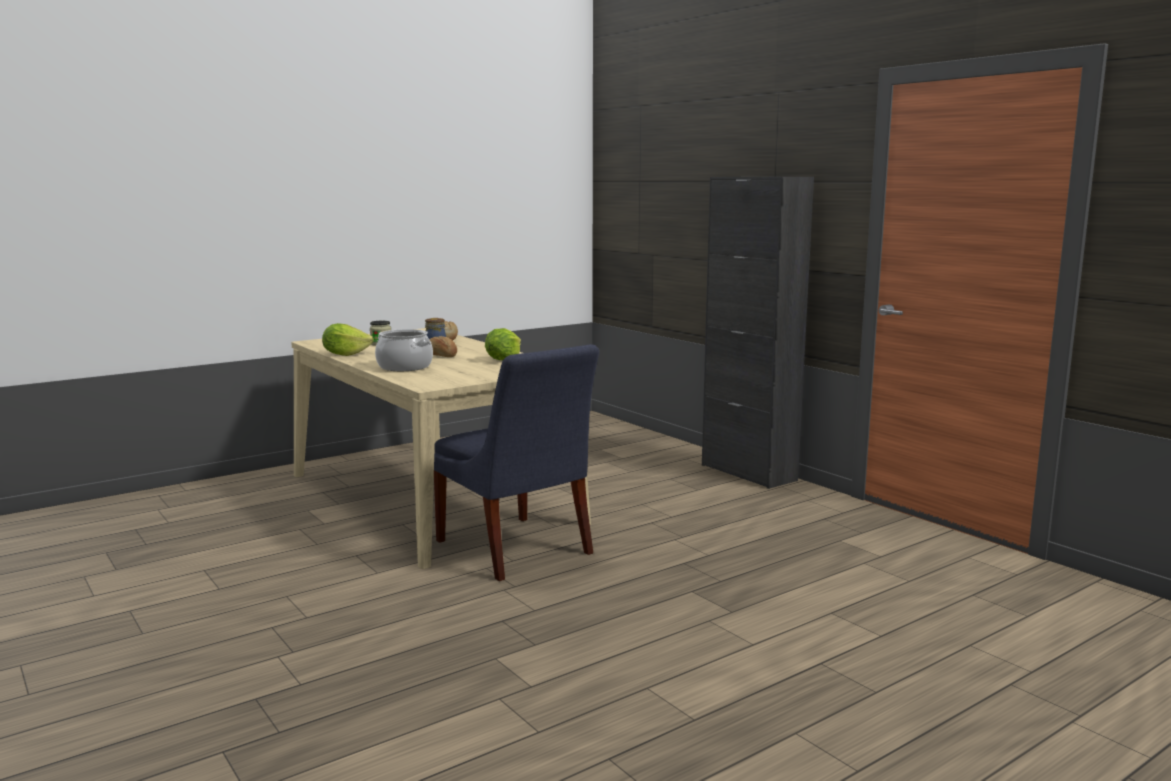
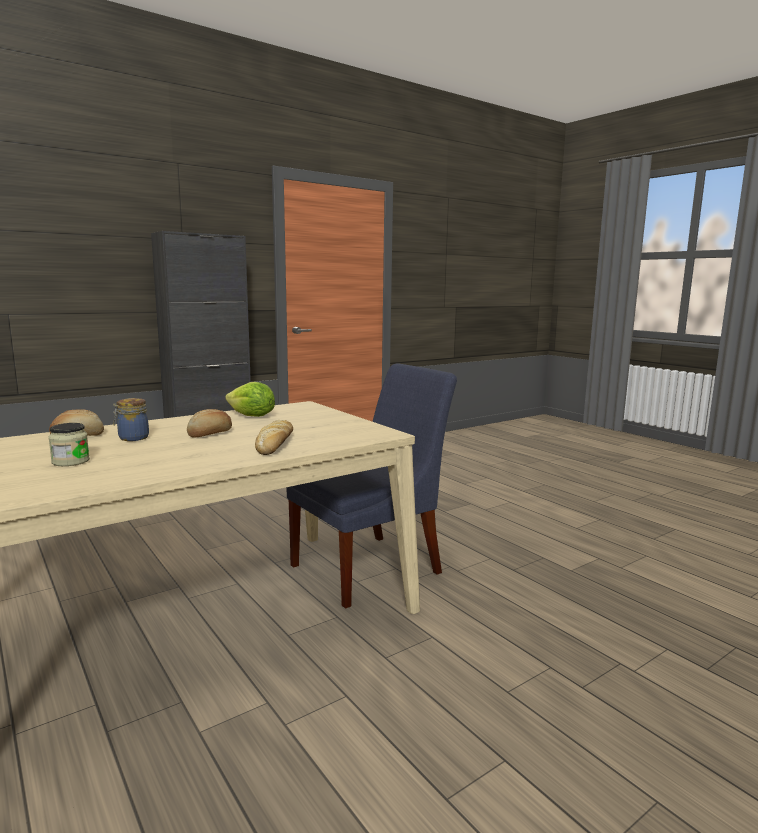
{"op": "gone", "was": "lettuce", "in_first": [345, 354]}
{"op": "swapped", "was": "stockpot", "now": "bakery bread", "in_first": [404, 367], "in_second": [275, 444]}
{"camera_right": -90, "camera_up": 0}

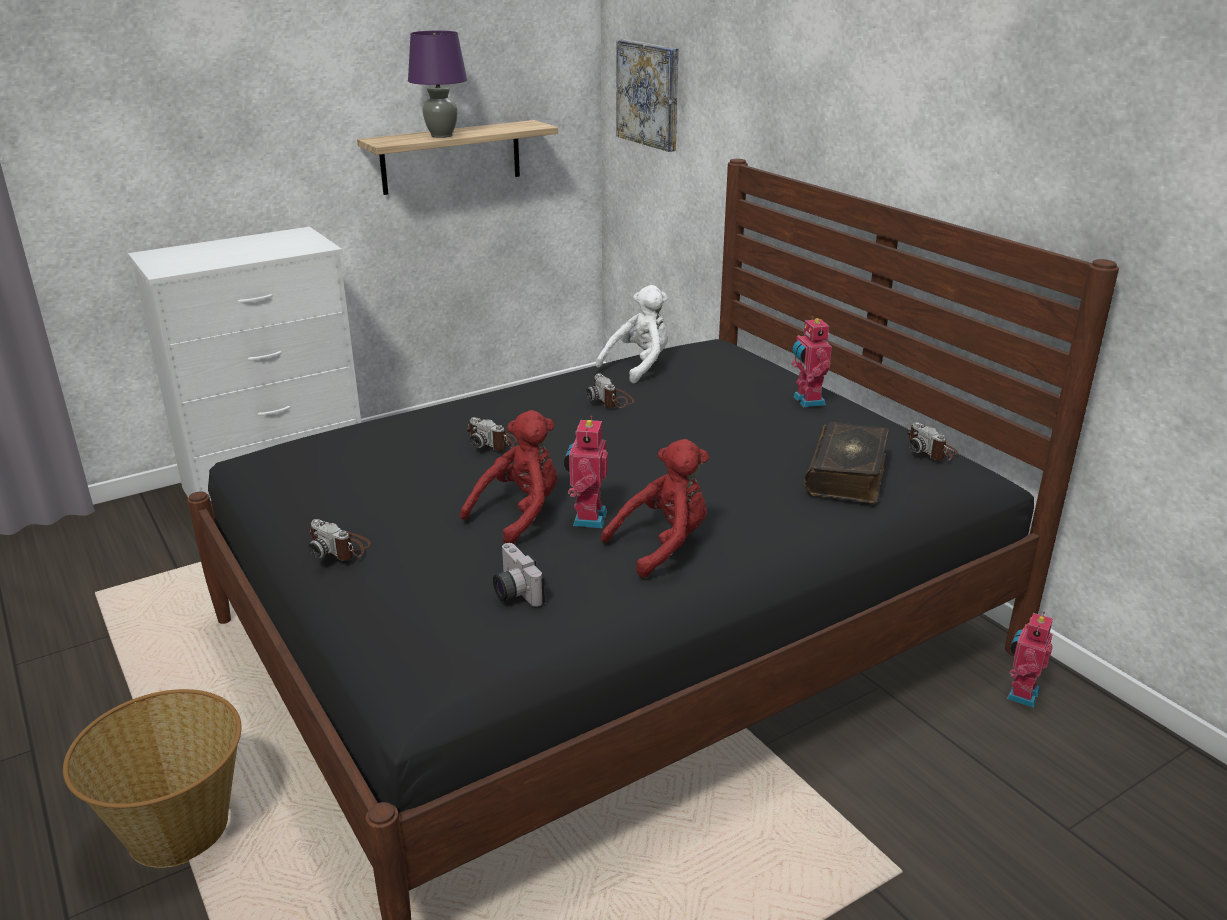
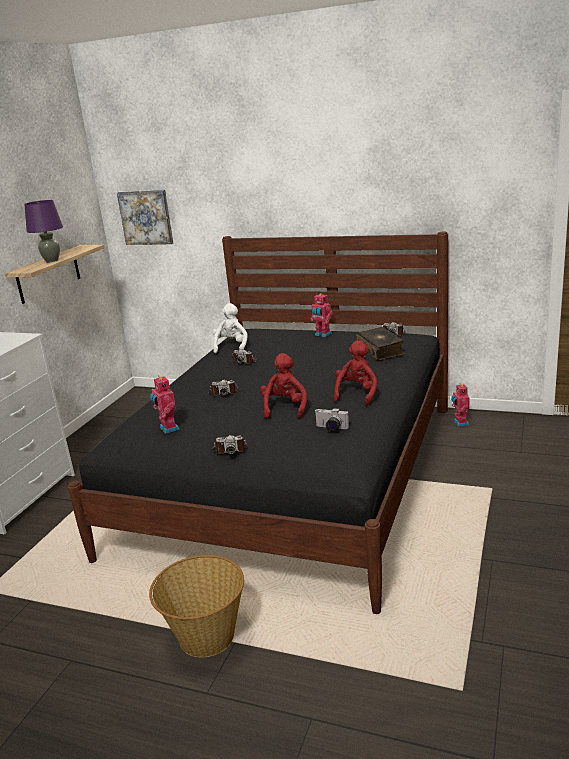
{"op": "shifted", "was": "toy robot", "in_first": [587, 518], "in_second": [168, 428]}
{"camera_right": -35, "camera_up": -5}

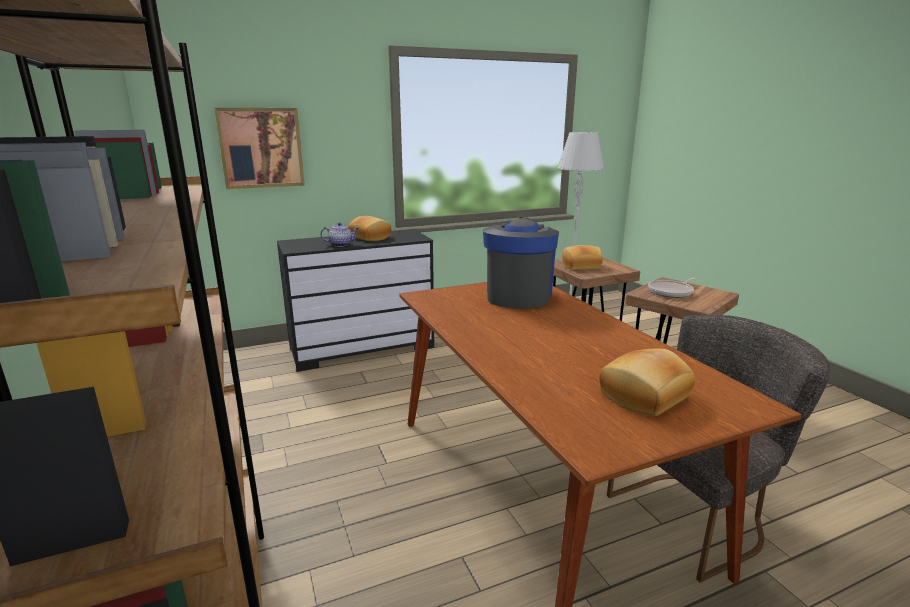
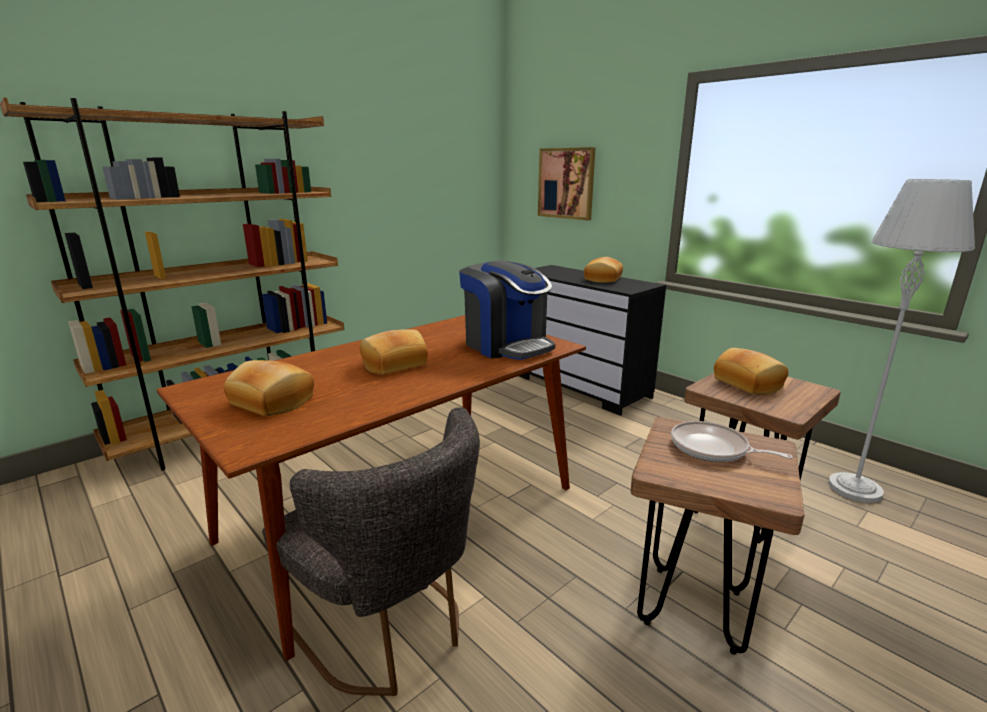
{"op": "gone", "was": "teapot", "in_first": [341, 244]}
{"op": "rotated", "was": "coffee machine", "in_first": [518, 295], "in_second": [507, 345], "clockwise": 60}
{"op": "new", "now": "bakery bread", "in_second": [393, 364]}
{"camera_right": 70, "camera_up": 0}

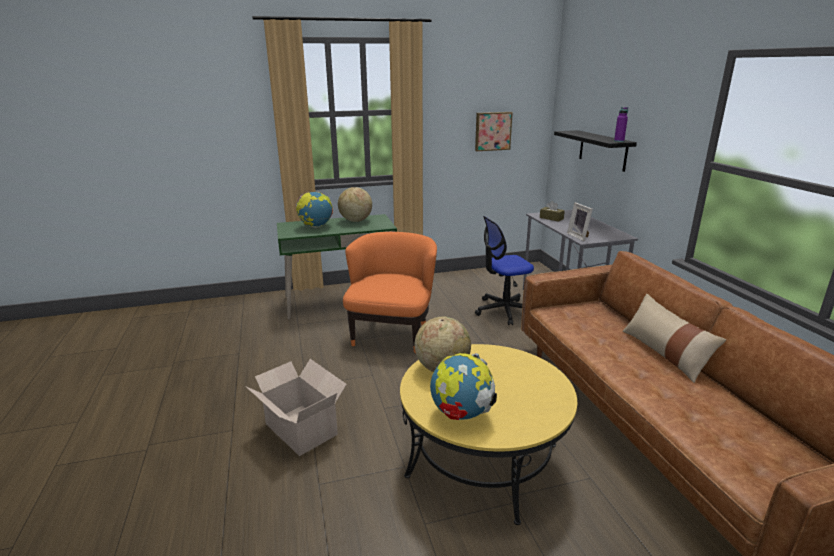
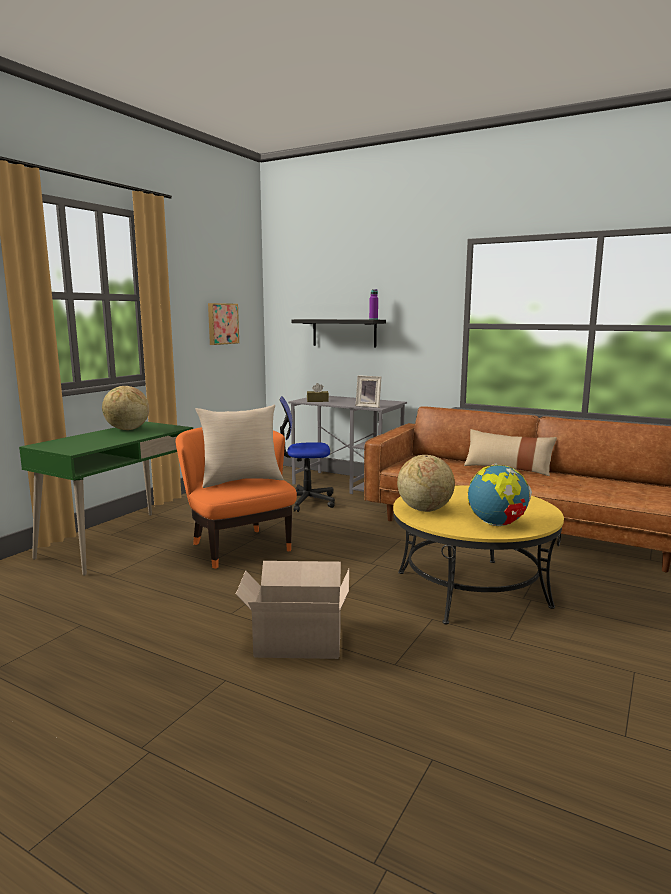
{"op": "gone", "was": "world globe", "in_first": [316, 226]}
{"op": "rotated", "was": "office chair", "in_first": [504, 311], "in_second": [305, 501], "clockwise": 60}
{"op": "new", "now": "sand-coloured throw pillow", "in_second": [241, 481]}
{"camera_right": -45, "camera_up": -10}

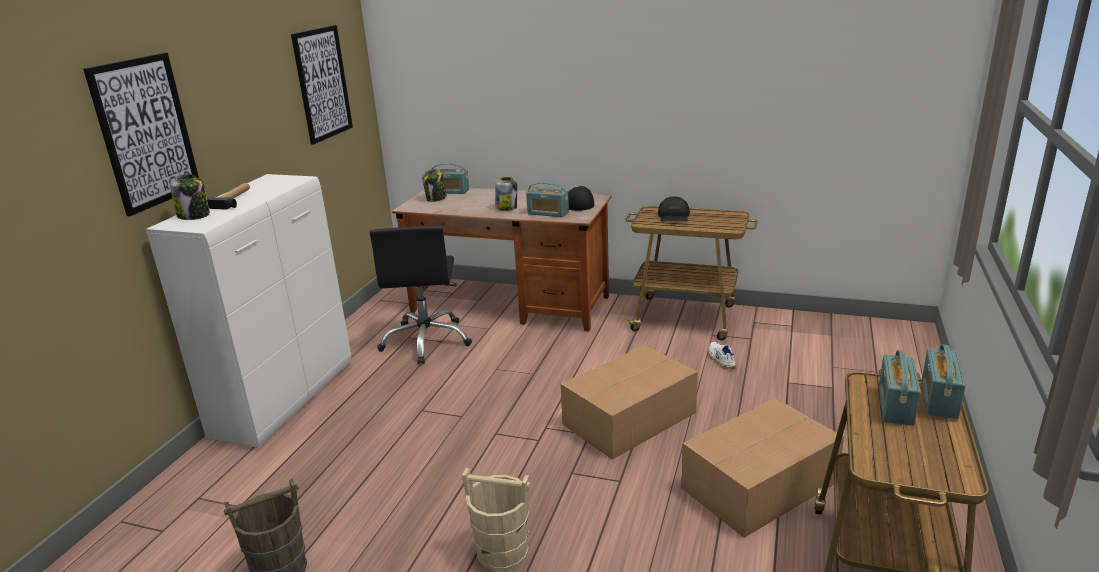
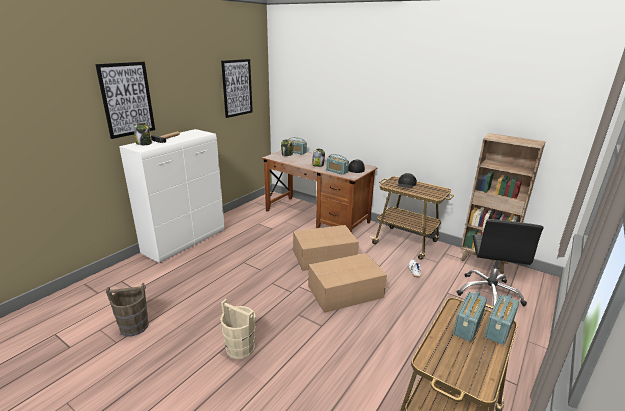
{"op": "shifted", "was": "blackish office chair", "in_first": [426, 341], "in_second": [489, 294]}
{"op": "shifted", "was": "cardboard box", "in_first": [761, 485], "in_second": [325, 257]}
{"op": "new", "now": "brown-coloured bookshelf", "in_second": [484, 262]}
{"camera_right": 15, "camera_up": 0}

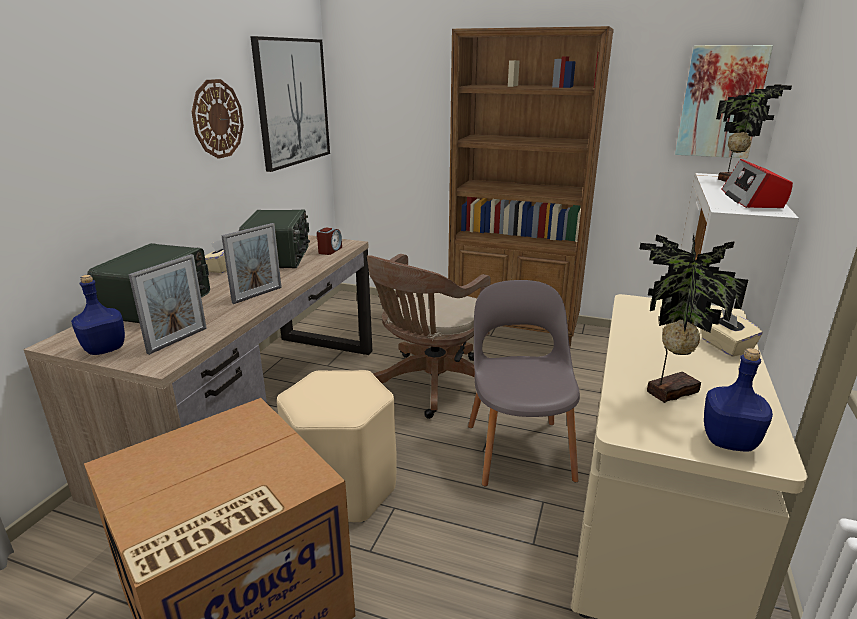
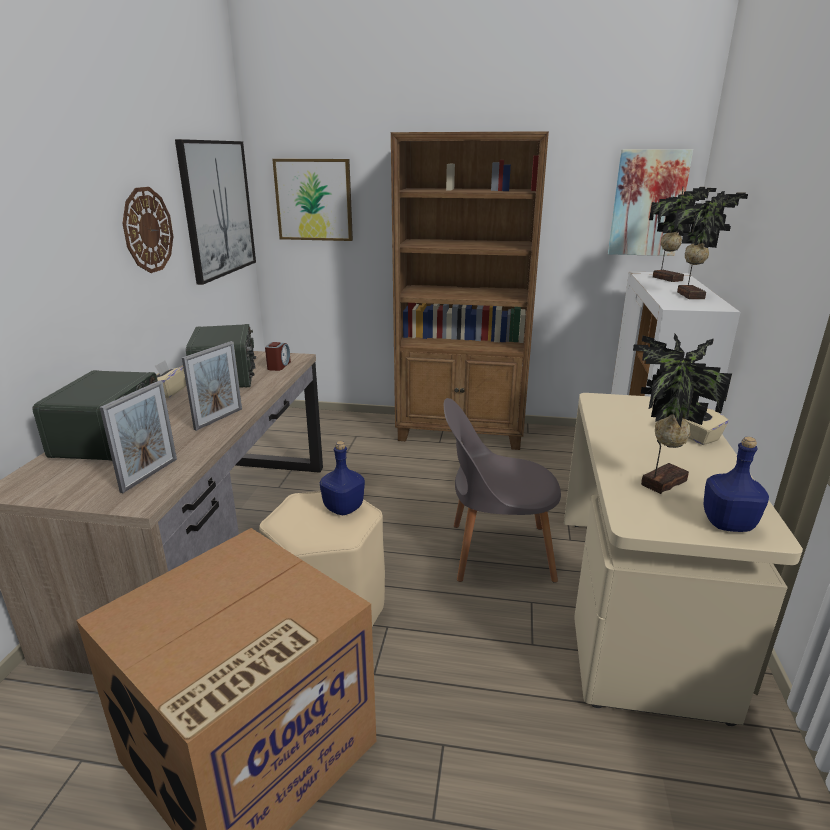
{"op": "shifted", "was": "bluish drink bottle", "in_first": [104, 349], "in_second": [343, 508]}
{"op": "gone", "was": "brown-coloured office chair", "in_first": [430, 385]}
{"op": "rotated", "was": "grey upright chair", "in_first": [519, 448], "in_second": [495, 552], "clockwise": -75}
{"op": "swapped", "was": "radio", "now": "houseplant", "in_first": [752, 199], "in_second": [692, 295]}
{"op": "new", "now": "wall picture", "in_second": [314, 200]}
{"camera_right": -10, "camera_up": 0}

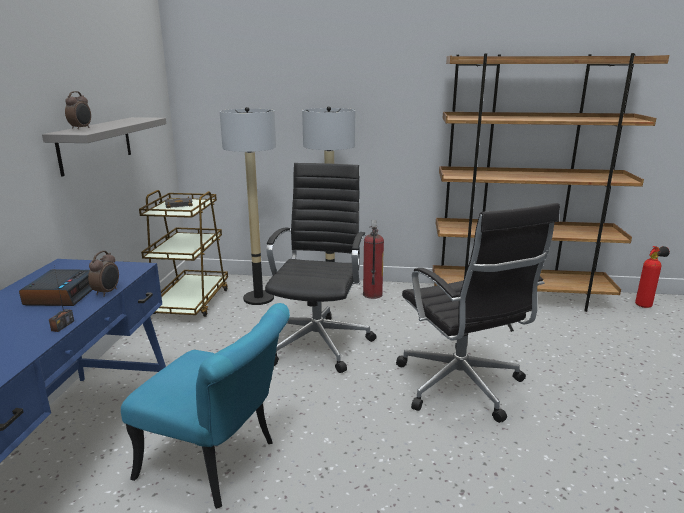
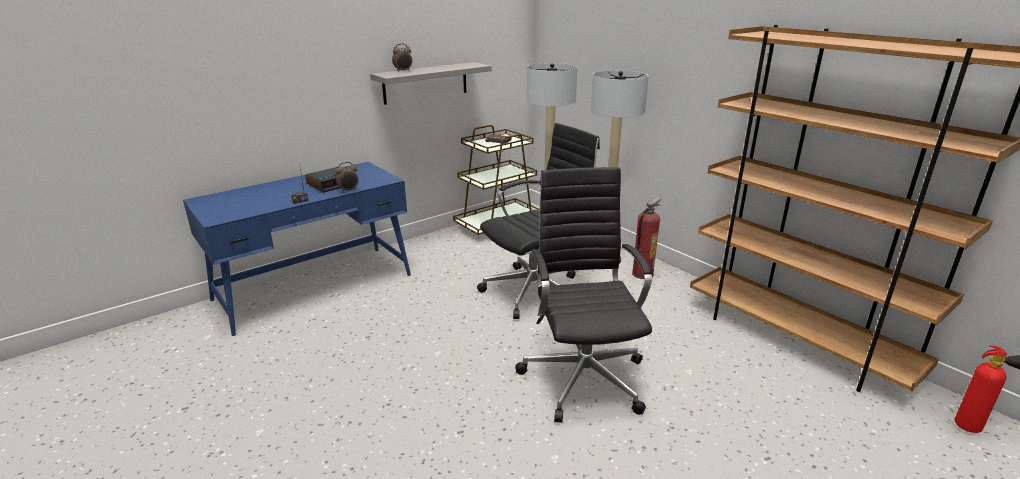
{"op": "gone", "was": "turquoise-coloured upright chair", "in_first": [219, 463]}
{"op": "rotated", "was": "blackish office chair", "in_first": [461, 386], "in_second": [583, 376], "clockwise": 150}
{"camera_right": 45, "camera_up": 5}

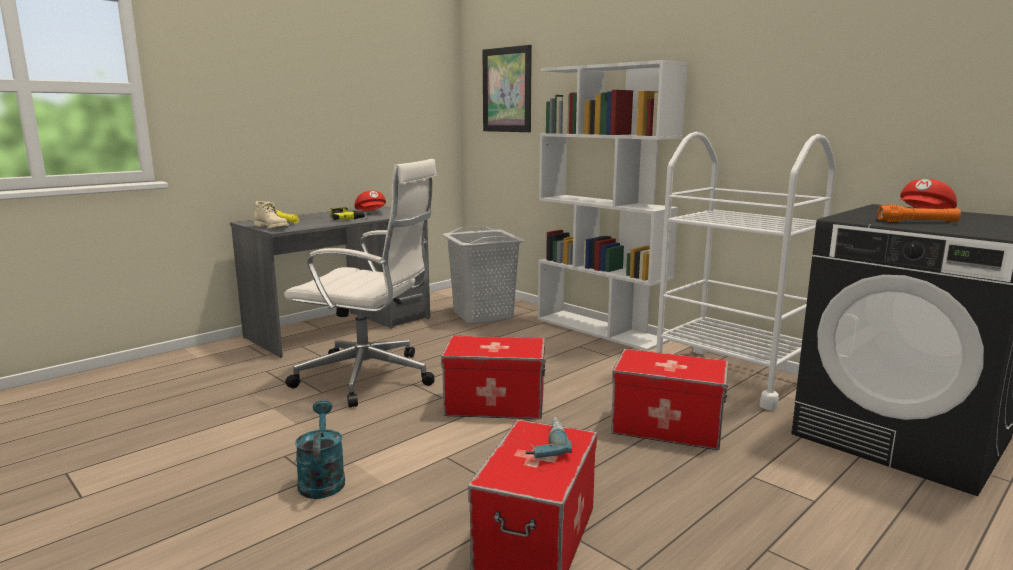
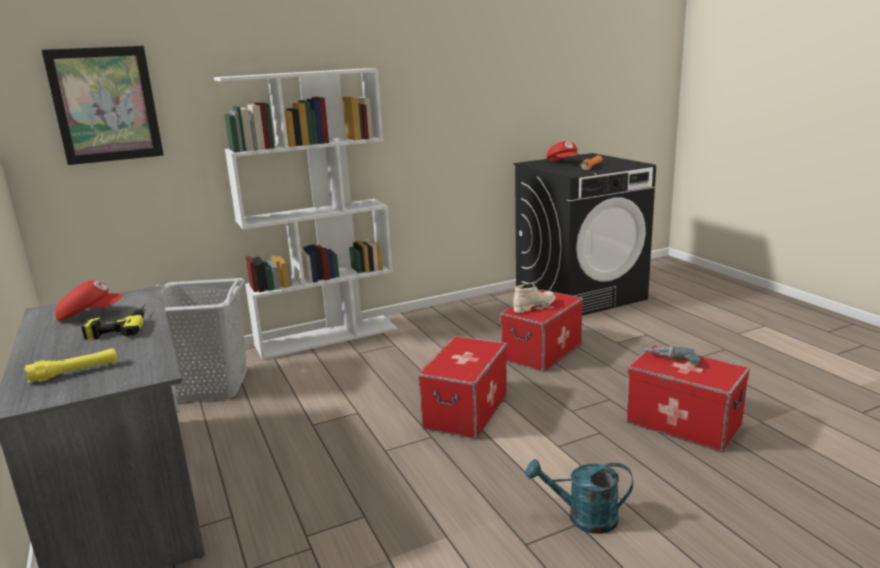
{"op": "shifted", "was": "sand-coloured high-top boot", "in_first": [272, 227], "in_second": [533, 306]}
{"op": "gone", "was": "whitish office chair", "in_first": [369, 378]}
{"op": "gone", "was": "whitish cart", "in_first": [731, 376]}
{"camera_right": -70, "camera_up": 5}

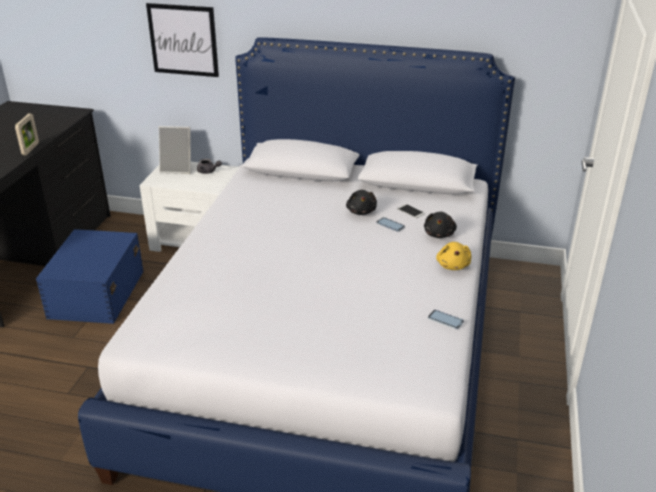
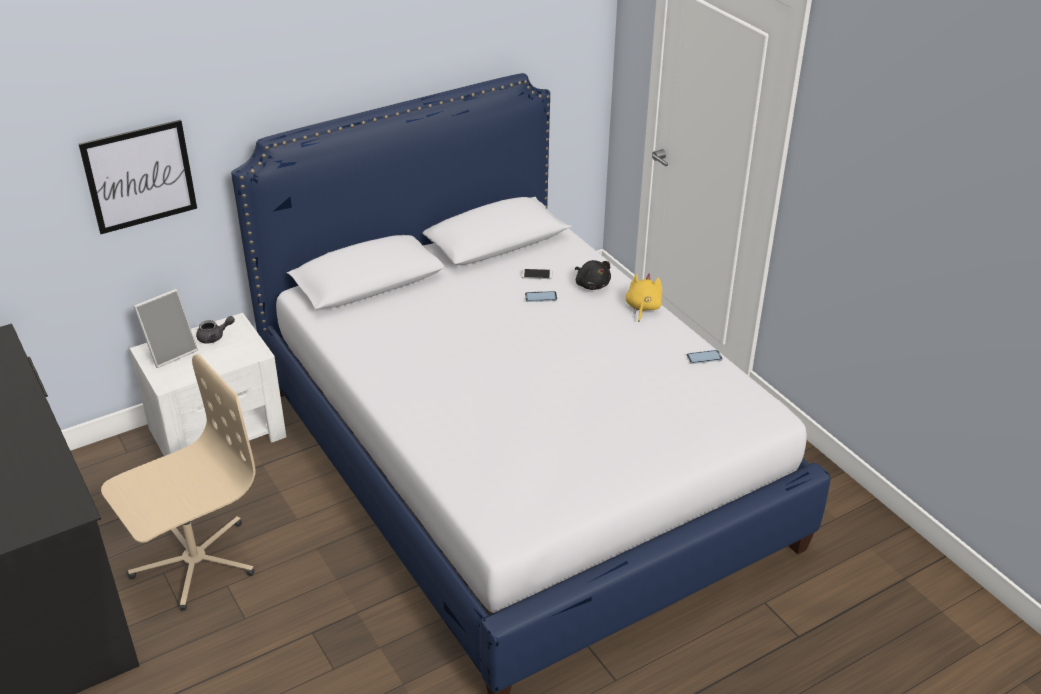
{"op": "gone", "was": "standing frame", "in_first": [30, 149]}
{"op": "swapped", "was": "bluish storage bin", "now": "sand-coloured office chair", "in_first": [96, 294], "in_second": [194, 561]}
{"op": "gone", "was": "blackish plush toy", "in_first": [361, 211]}
{"op": "rotated", "was": "yellow-coloured plush toy", "in_first": [453, 265], "in_second": [642, 308], "clockwise": -120}
{"camera_right": -45, "camera_up": 5}

